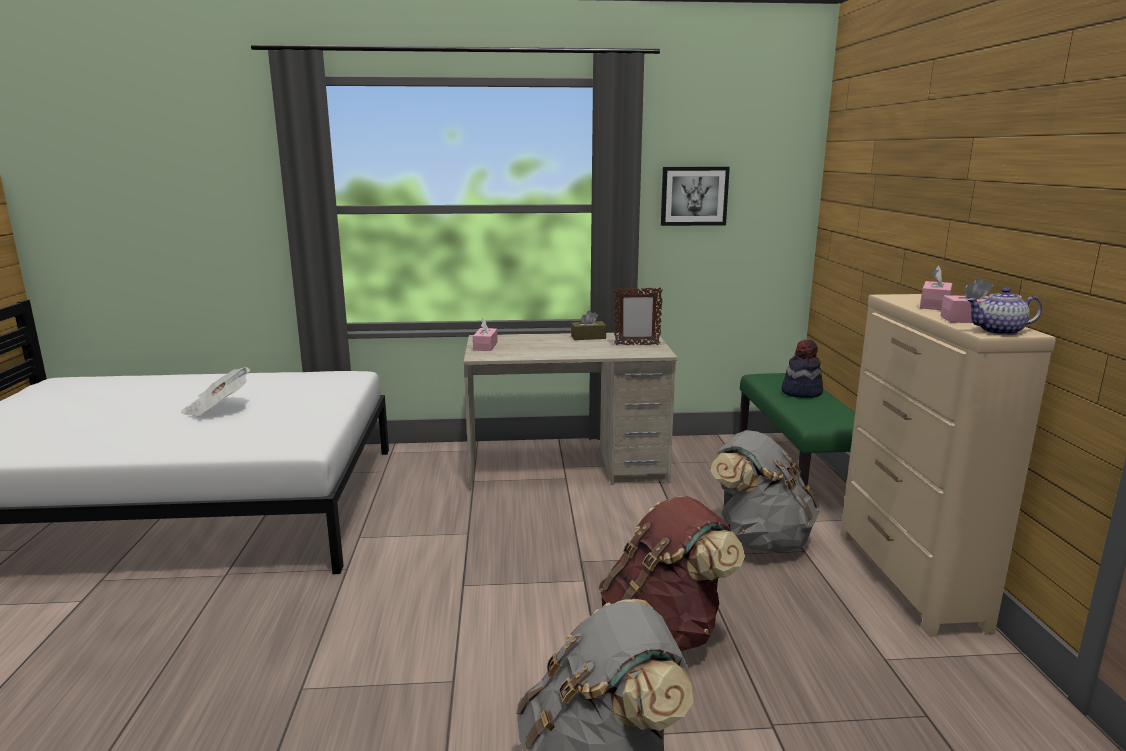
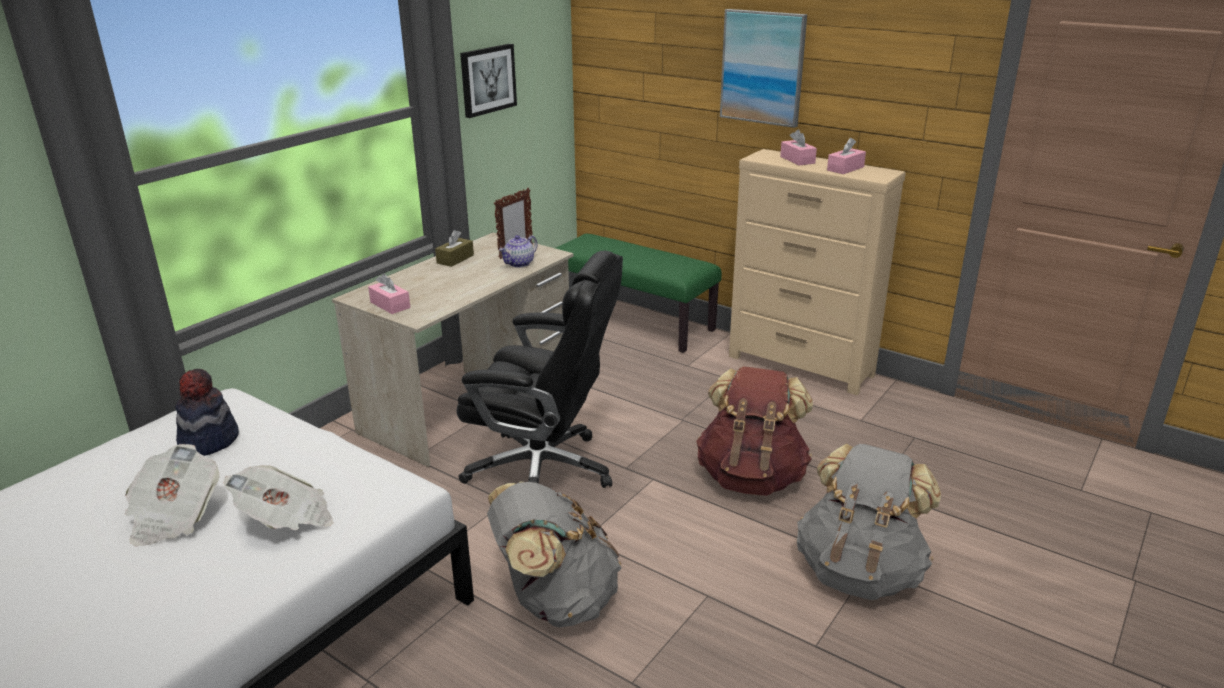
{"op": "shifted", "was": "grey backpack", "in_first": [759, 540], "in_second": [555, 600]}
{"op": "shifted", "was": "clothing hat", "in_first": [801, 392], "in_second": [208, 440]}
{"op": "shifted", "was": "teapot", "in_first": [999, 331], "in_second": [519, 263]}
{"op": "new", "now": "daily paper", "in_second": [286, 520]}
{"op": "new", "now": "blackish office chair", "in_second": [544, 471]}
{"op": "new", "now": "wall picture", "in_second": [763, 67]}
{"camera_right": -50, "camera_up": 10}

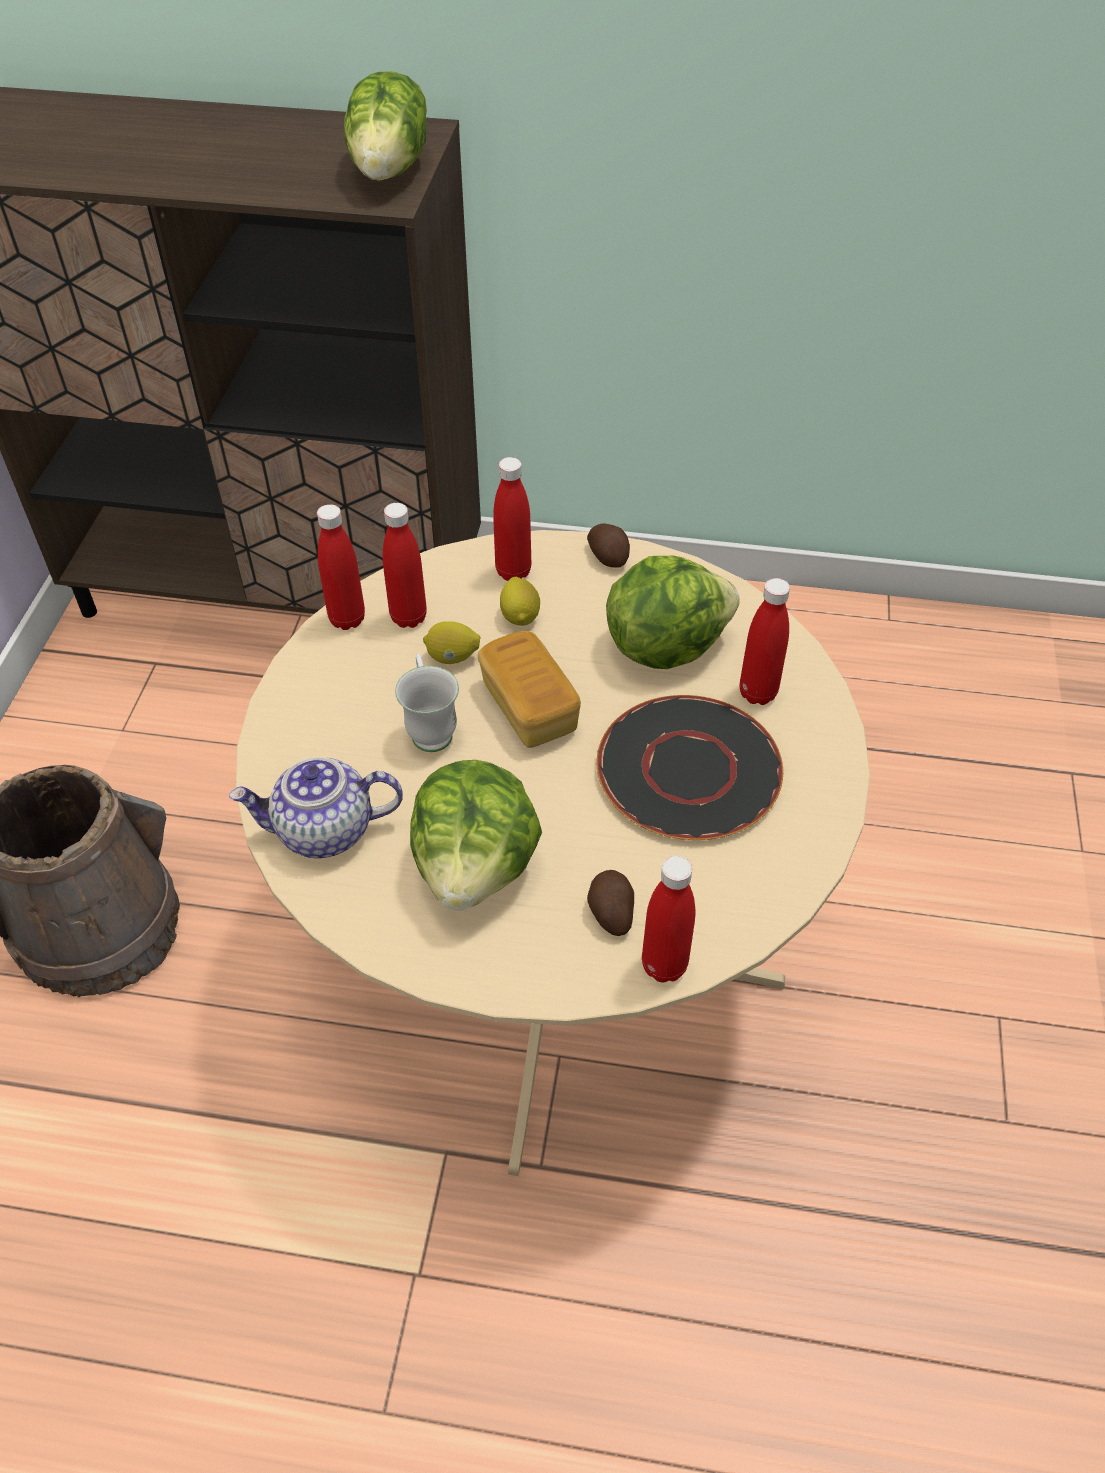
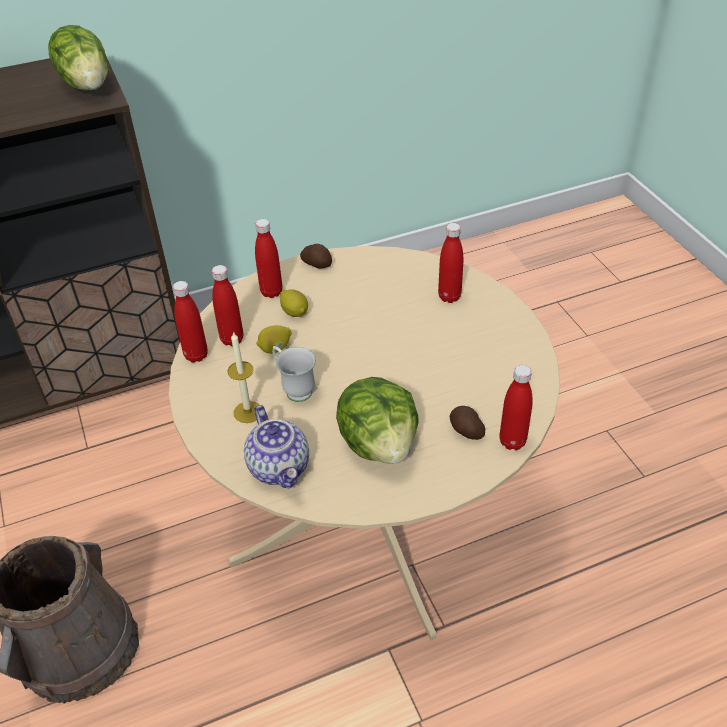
{"op": "rotated", "was": "teapot", "in_first": [324, 831], "in_second": [280, 467], "clockwise": -75}
{"op": "gone", "was": "bakery bread", "in_first": [529, 707]}
{"op": "gone", "was": "blackish plate", "in_first": [690, 770]}
{"op": "gone", "was": "lettuce", "in_first": [664, 645]}
{"op": "new", "now": "candle", "in_second": [248, 412]}
{"camera_right": -30, "camera_up": -5}

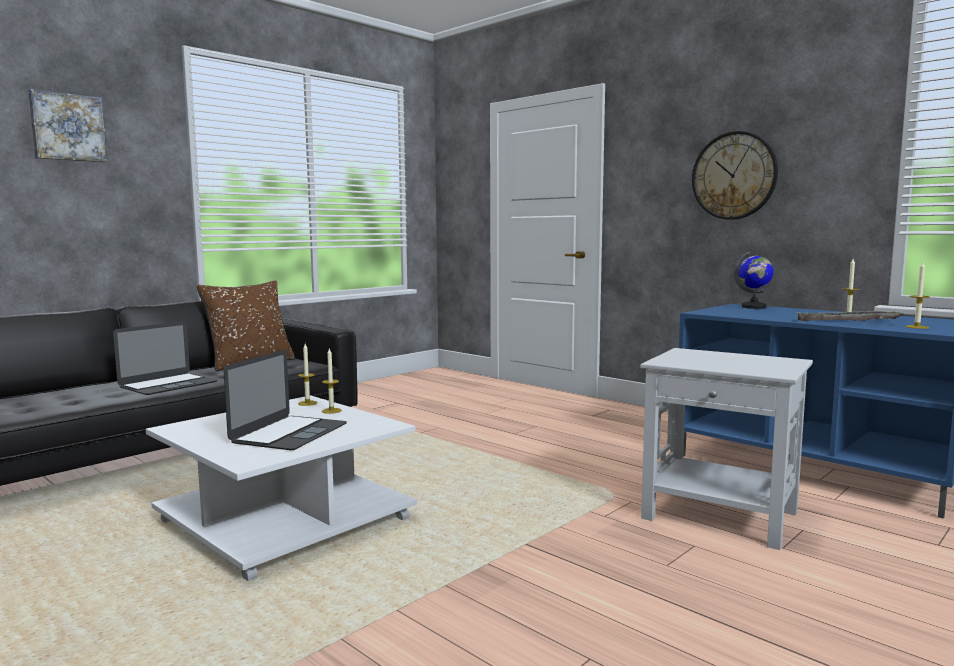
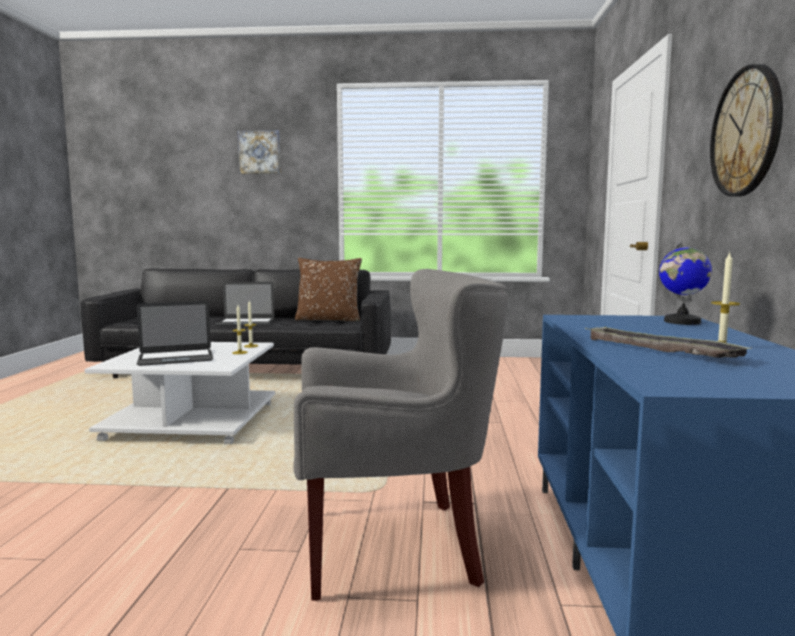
{"op": "swapped", "was": "whitish end table", "now": "grey lounge chair", "in_first": [722, 515], "in_second": [395, 547]}
{"op": "gone", "was": "candle", "in_first": [917, 327]}
{"camera_right": 50, "camera_up": 0}

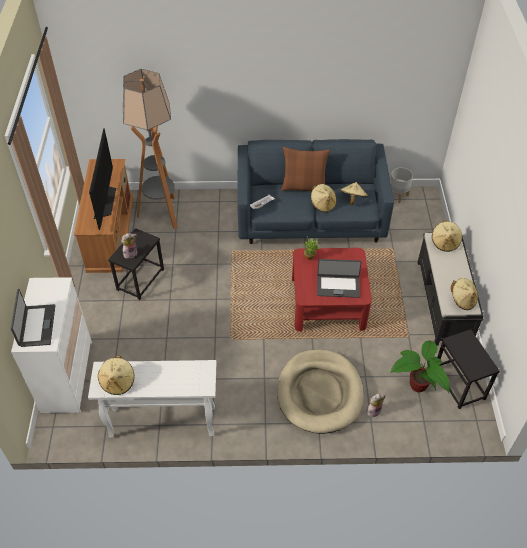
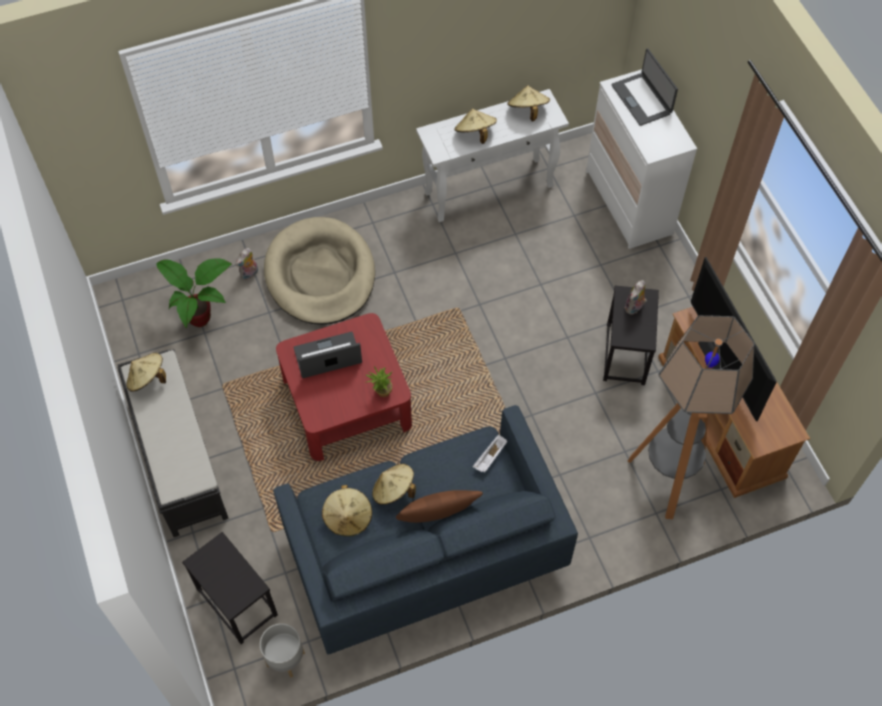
{"op": "shifted", "was": "sand-coloured clothing hat", "in_first": [445, 243], "in_second": [475, 134]}
{"op": "shifted", "was": "blackish end table", "in_first": [459, 383], "in_second": [236, 602]}
{"camera_right": 160, "camera_up": 10}

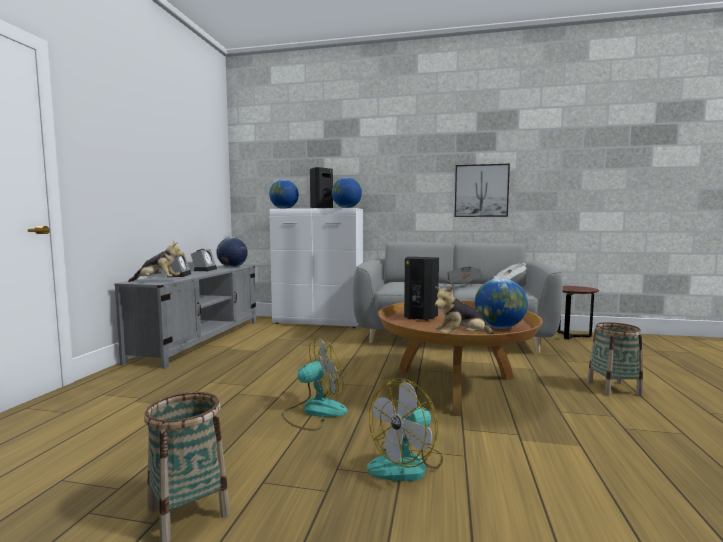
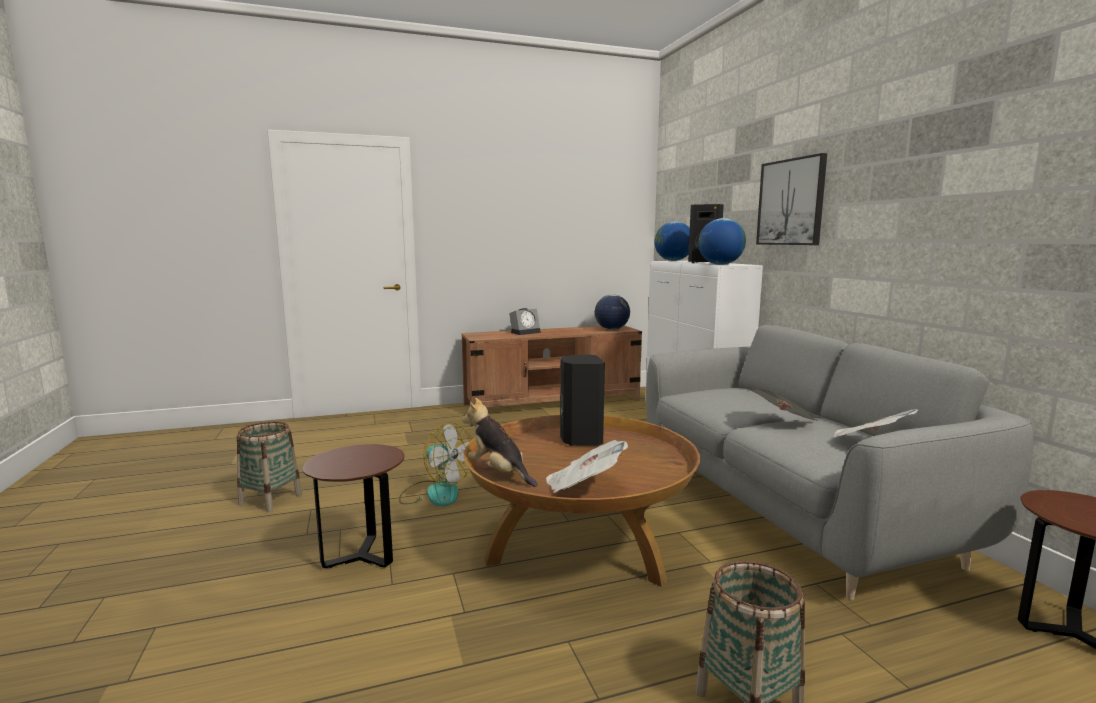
{"op": "repainted", "was": "grey tv unit", "now": "brown-coloured tv unit", "in_first": [201, 339], "in_second": [553, 402]}
{"op": "gone", "was": "plush toy", "in_first": [158, 281]}
{"op": "gone", "was": "bedside clock", "in_first": [204, 270]}
{"op": "swapped", "was": "fan", "now": "brown-coloured end table", "in_first": [407, 464], "in_second": [361, 557]}
{"op": "shifted", "was": "wall picture", "in_first": [481, 191], "in_second": [791, 202]}
{"op": "swapped", "was": "world globe", "now": "daily paper", "in_first": [499, 327], "in_second": [584, 486]}
{"camera_right": 60, "camera_up": 5}

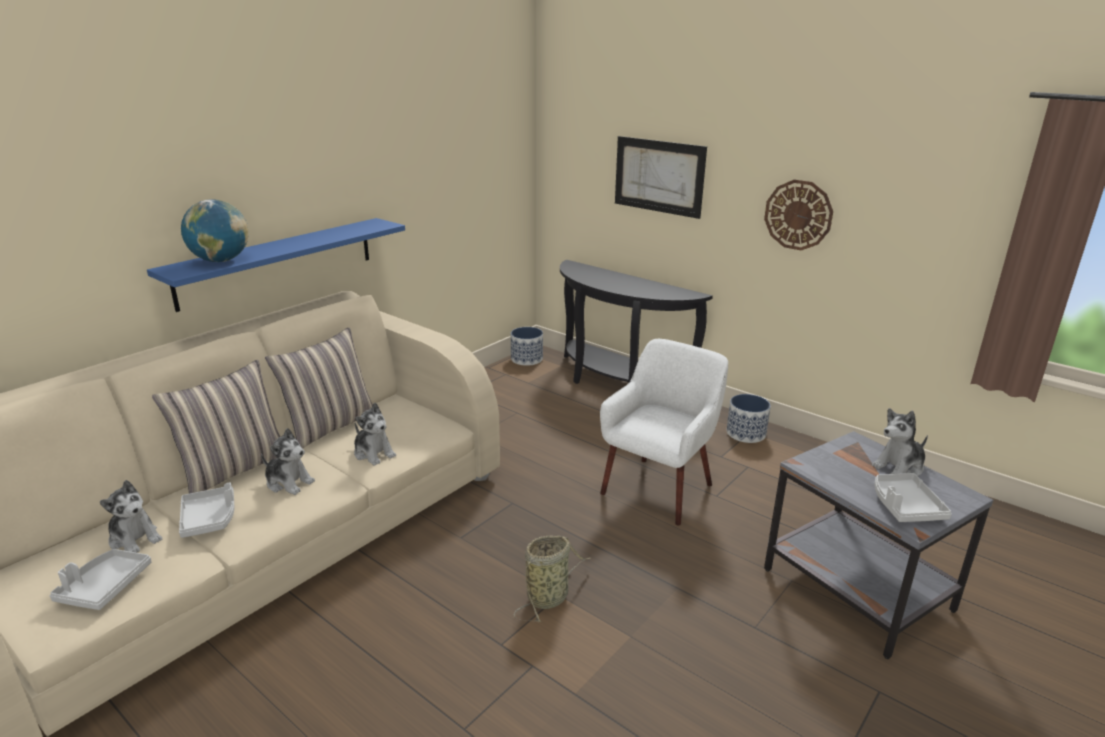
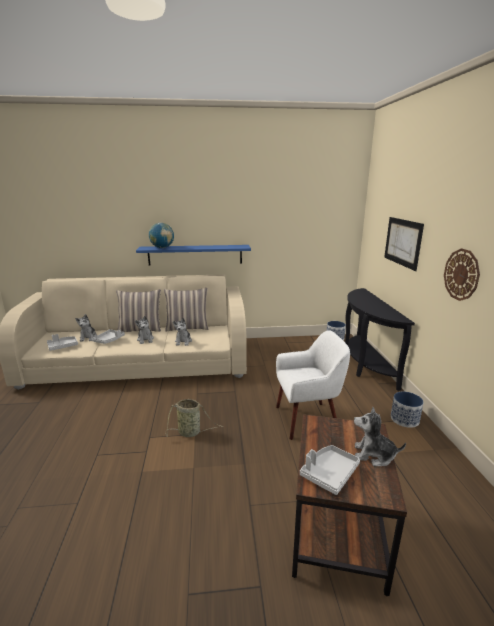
{"op": "repainted", "was": "grey end table", "now": "brown-coloured end table", "in_first": [858, 590], "in_second": [338, 533]}
{"camera_right": 45, "camera_up": -5}

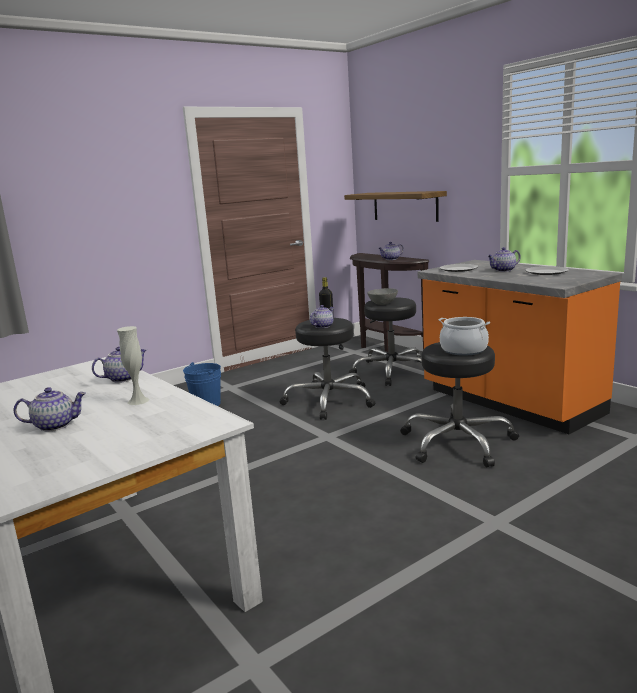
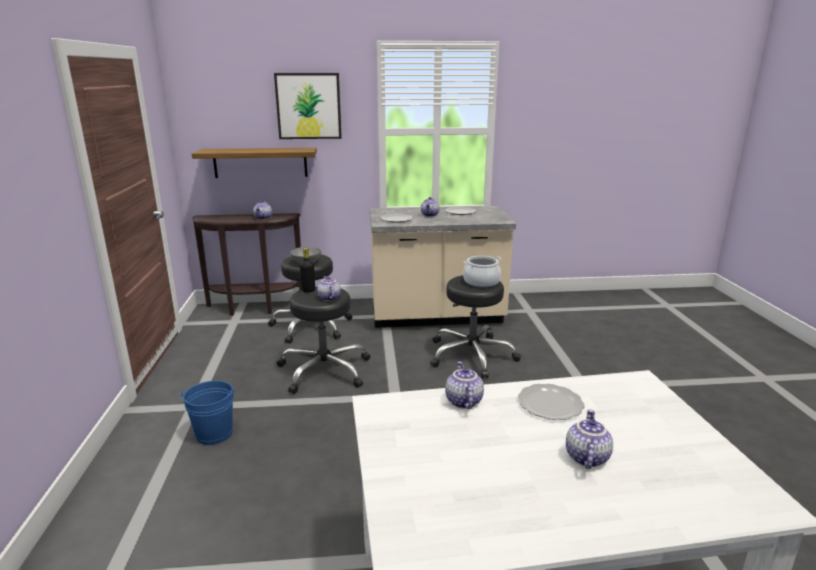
{"op": "swapped", "was": "whitish flower vase", "now": "plate", "in_first": [138, 401], "in_second": [549, 404]}
{"op": "repainted", "was": "orange counter", "now": "sand-coloured counter", "in_first": [509, 403], "in_second": [437, 317]}
{"op": "new", "now": "wall picture", "in_second": [308, 106]}
{"camera_right": -60, "camera_up": 5}

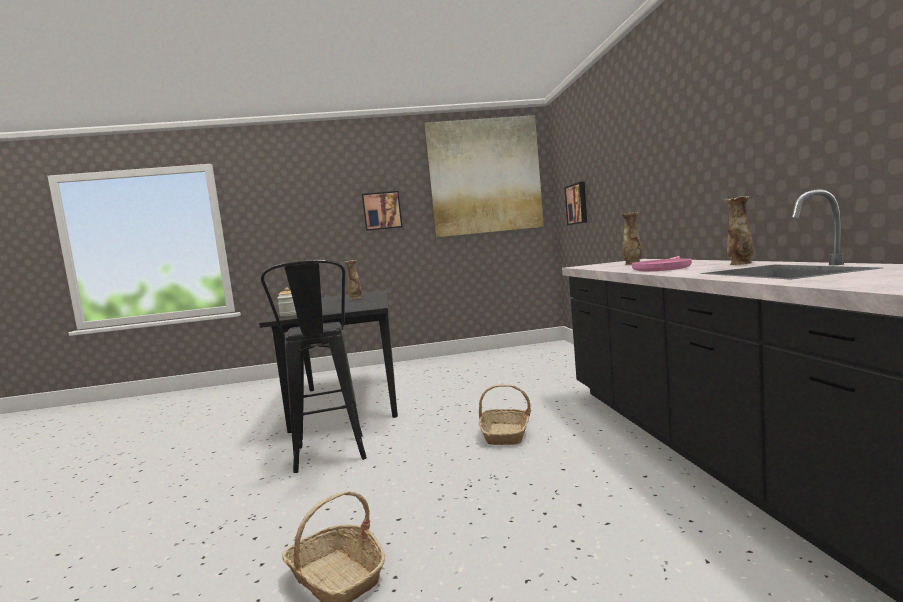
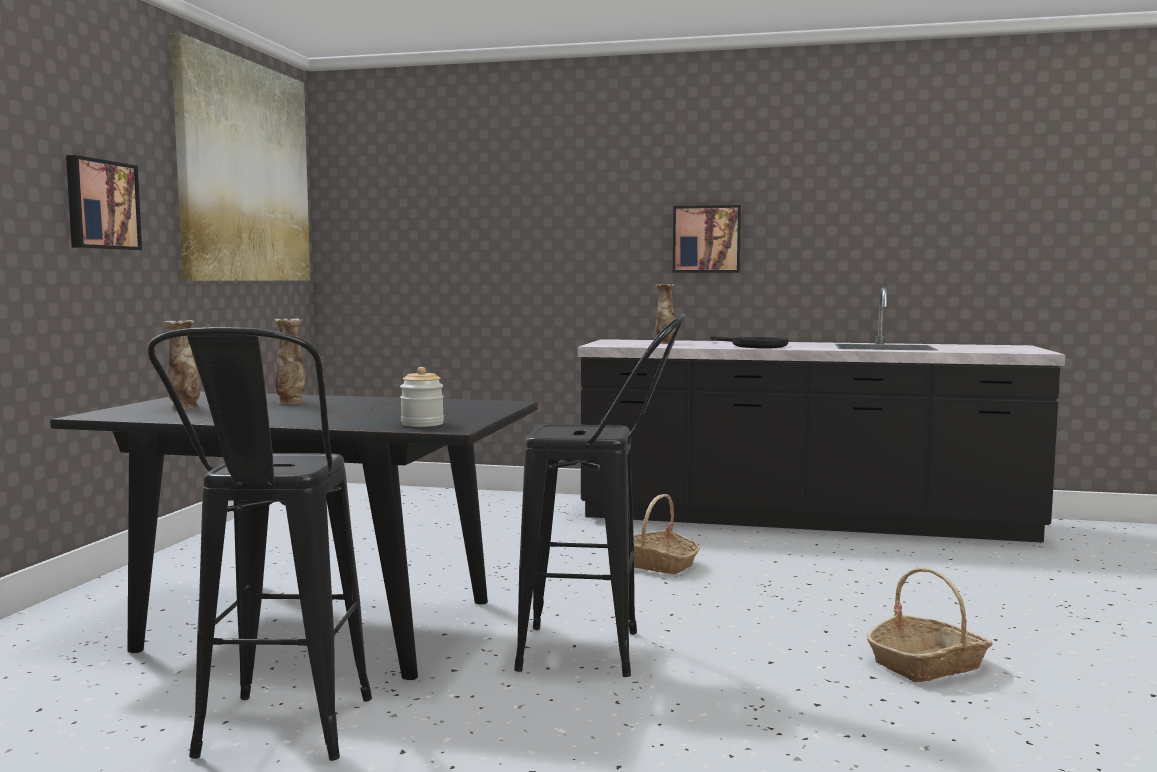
{"op": "shifted", "was": "wall picture", "in_first": [577, 204], "in_second": [706, 239]}
{"op": "repainted", "was": "pinkish skillet", "now": "blackish skillet", "in_first": [663, 268], "in_second": [753, 346]}
{"op": "shifted", "was": "flower vase", "in_first": [740, 264], "in_second": [184, 408]}
{"op": "new", "now": "blackish stool seat", "in_second": [276, 741]}
{"camera_right": -70, "camera_up": 0}

